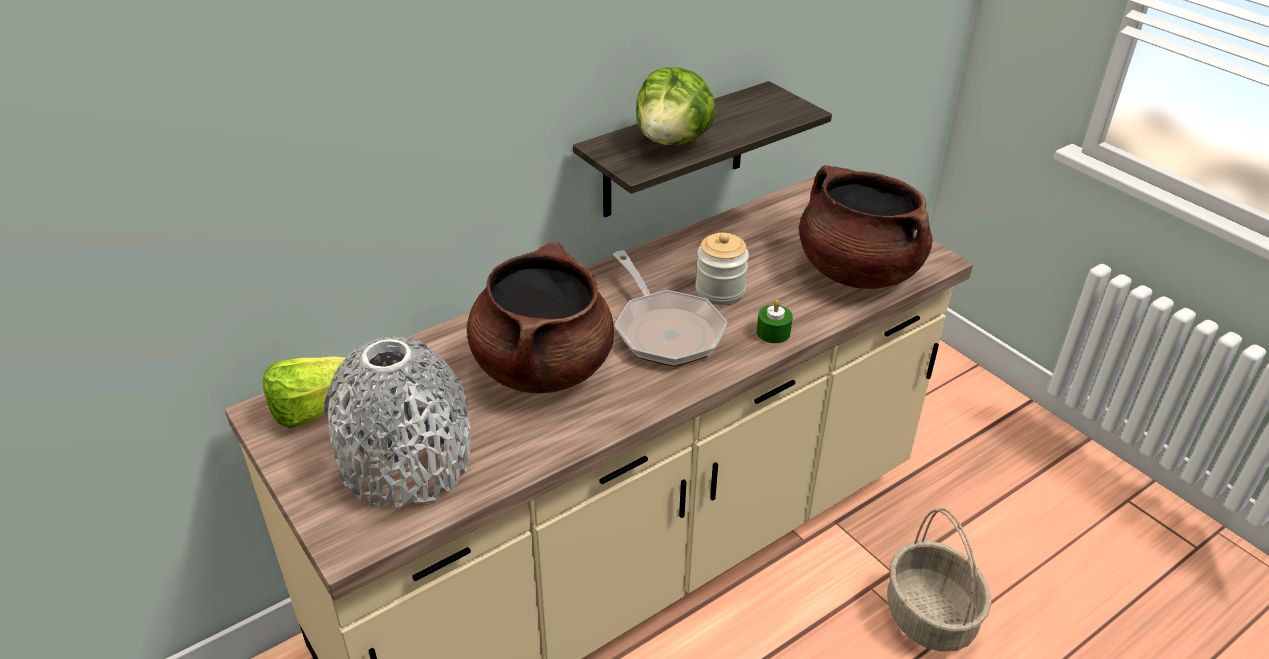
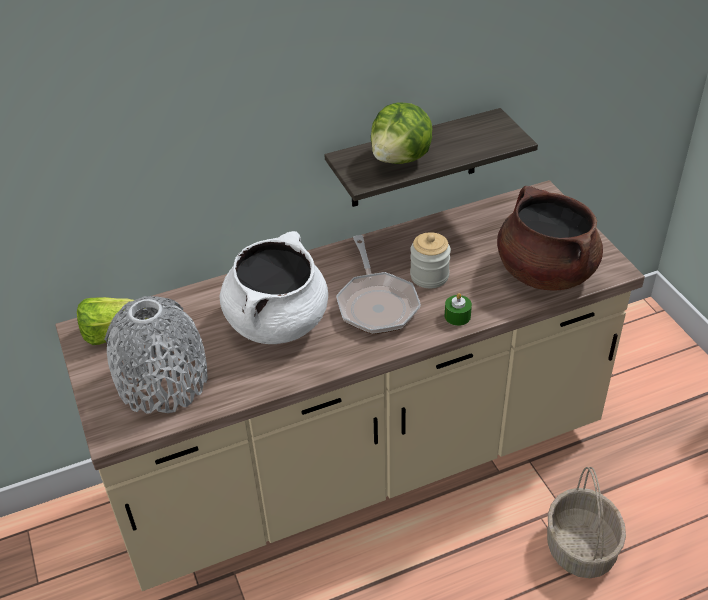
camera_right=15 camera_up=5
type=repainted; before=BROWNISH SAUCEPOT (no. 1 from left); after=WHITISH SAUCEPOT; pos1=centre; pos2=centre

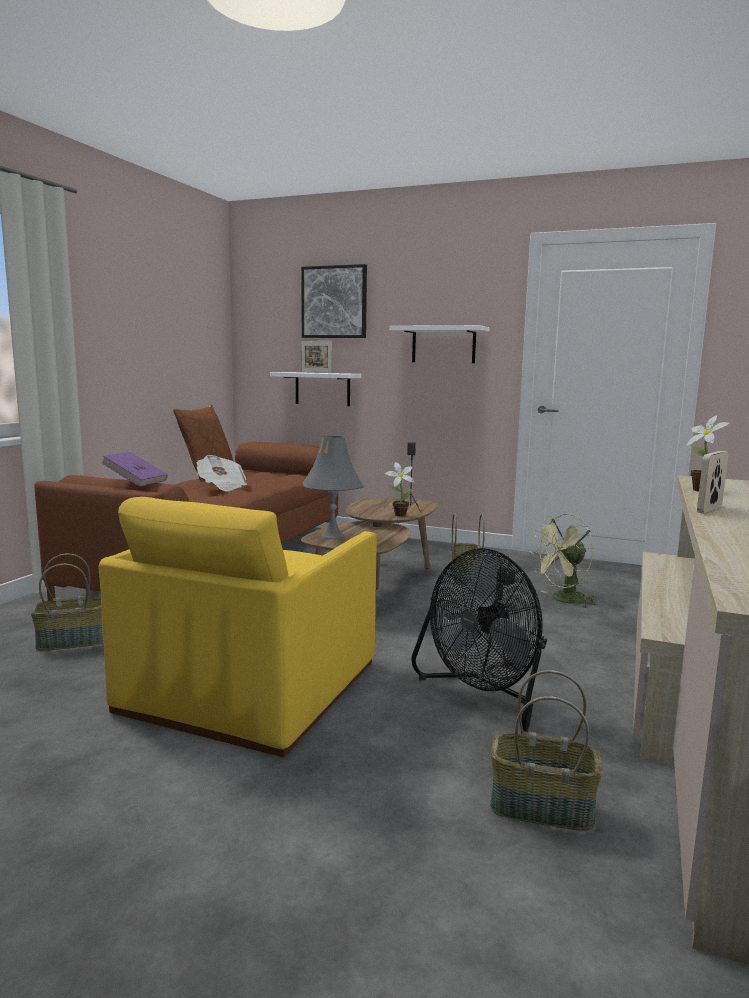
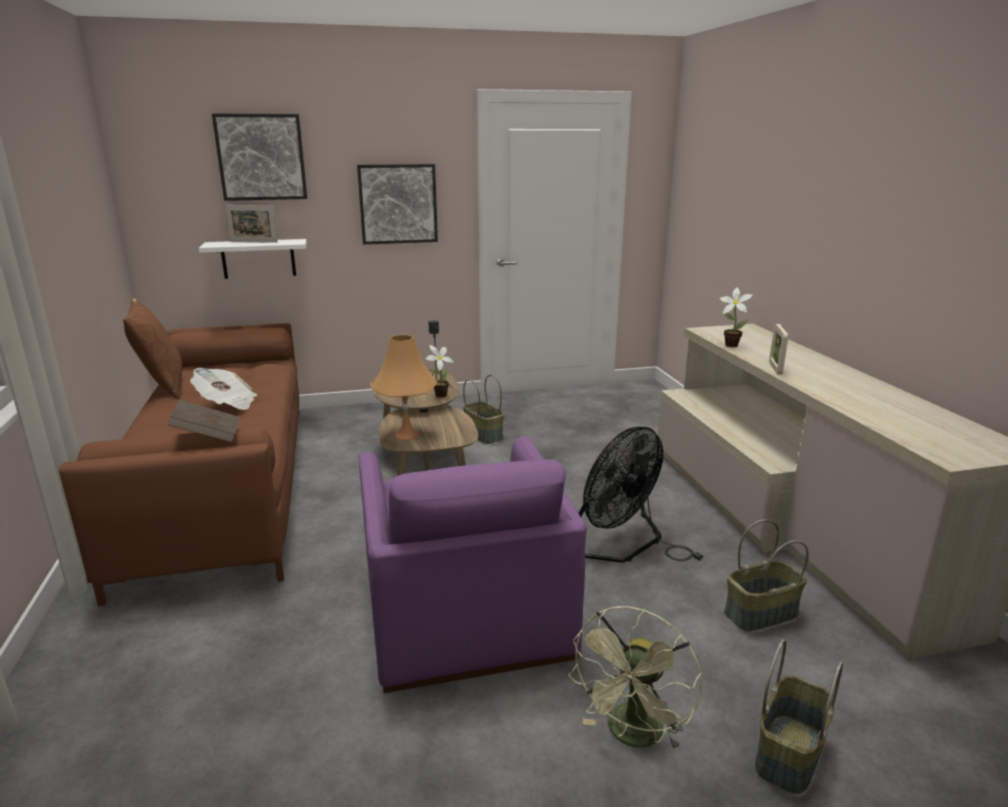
camera_right=-35 camera_up=10
type=repainted; before=PURPLE-COLOURED BOOK; after=BROWNISH BOOK; pos1=middle left; pos2=middle left
type=swapped; before=WHITISH BRACKET SHELF (no. 2 from left); after=WALL PICTURE (no. 2 from left); pos1=centre; pos2=top centre
type=repainted; before=YELLOWISH EASY CHAIR; after=PURPLE-COLOURED EASY CHAIR; pos1=middle left; pos2=bottom centre
type=repainted; before=GREY LAMP FOR A TABLE; after=ORANGEY LAMP FOR A TABLE; pos1=centre; pos2=centre
type=shifted; before=GREEN-COLOURED FAN; pos1=middle right; pos2=bottom centre
type=rotated; before=BLACK FAN; pos1=centre; pos2=centre; turn=120
type=shifted; before=HOUSEHOLD BASKET (no. 1 from left in the first image); after=HOUSEHOLD BASKET (no. 3 from left); pos1=middle left; pos2=bottom right

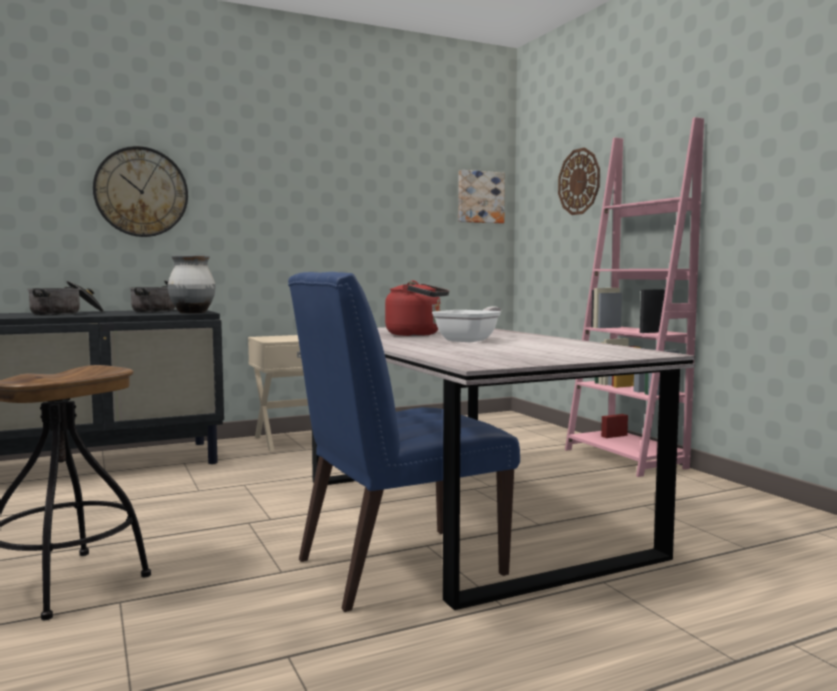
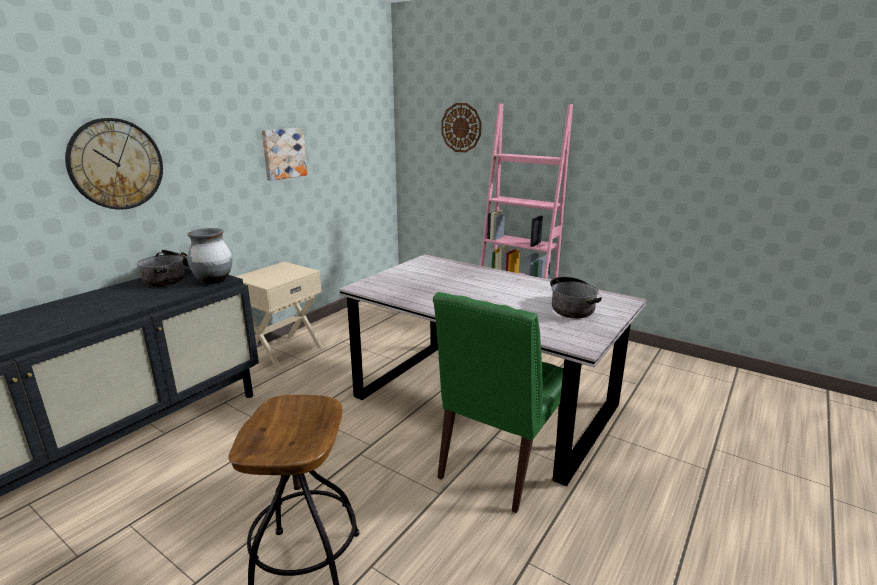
camera_right=-30 camera_up=15
type=shifted; before=WALL PICTURE; pos1=top centre; pos2=top left
type=repainted; before=BLUE UPRIGHT CHAIR; after=GREEN-COLOURED UPRIGHT CHAIR; pos1=centre; pos2=bottom centre
type=shifted; before=SAUCEPOT (no. 1 from left in the first image); after=SAUCEPOT (no. 2 from left); pos1=middle left; pos2=centre
type=gone; before=REDDISH WATER KETTLE; pos1=centre
type=gone; before=FRYING PAN; pos1=centre

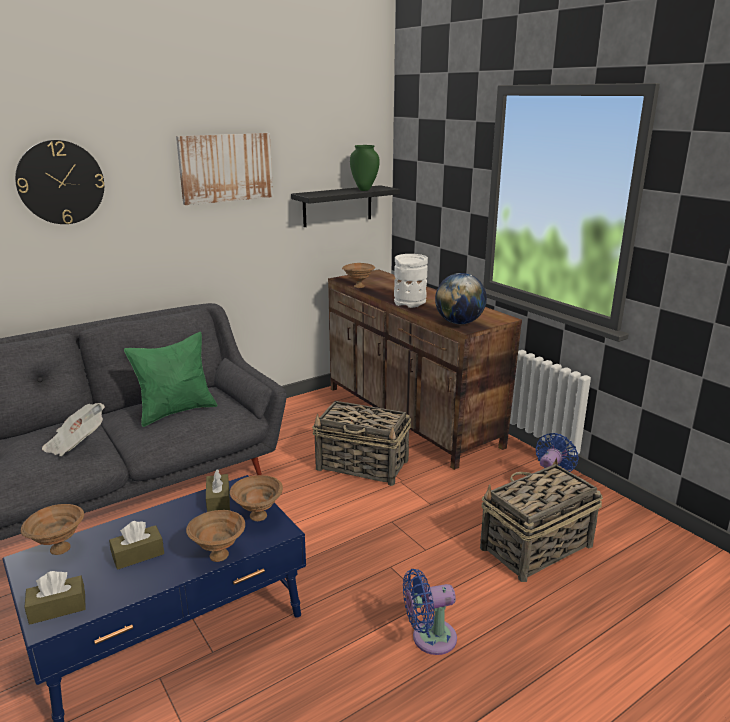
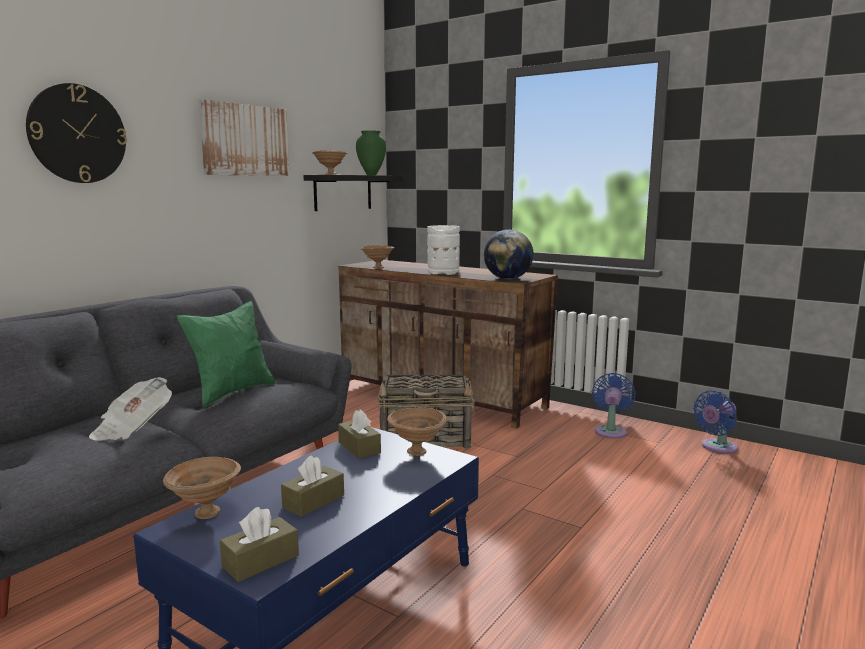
camera_right=-20 camera_up=-10
type=shifted; before=BROWNISH DEEP DISH (no. 2 from left); pos1=bottom left; pos2=top centre
type=shifted; before=BLUE FAN (no. 1 from left in the first image); after=BLUE FAN (no. 2 from left); pos1=bottom centre; pos2=middle right
type=gone; before=HOUSEHOLD BASKET (no. 2 from left); pos1=bottom right

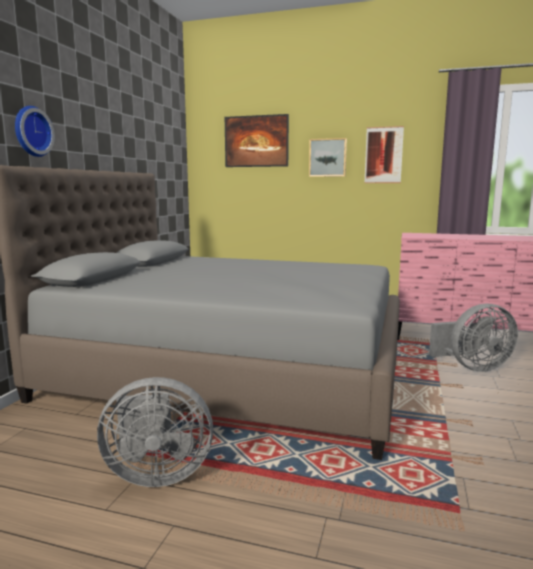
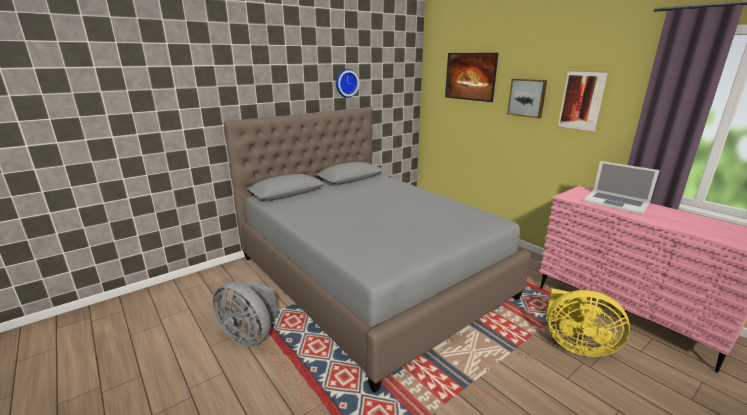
camera_right=35 camera_up=10
type=shifted; before=CLOCK ON THE WALL; pos1=top left; pos2=top centre
type=repainted; before=GREY FAN (no. 2 from left); after=YELLOWISH FAN; pos1=middle right; pos2=bottom right
type=new; after=PORTABLE COMPUTER; pos2=middle right

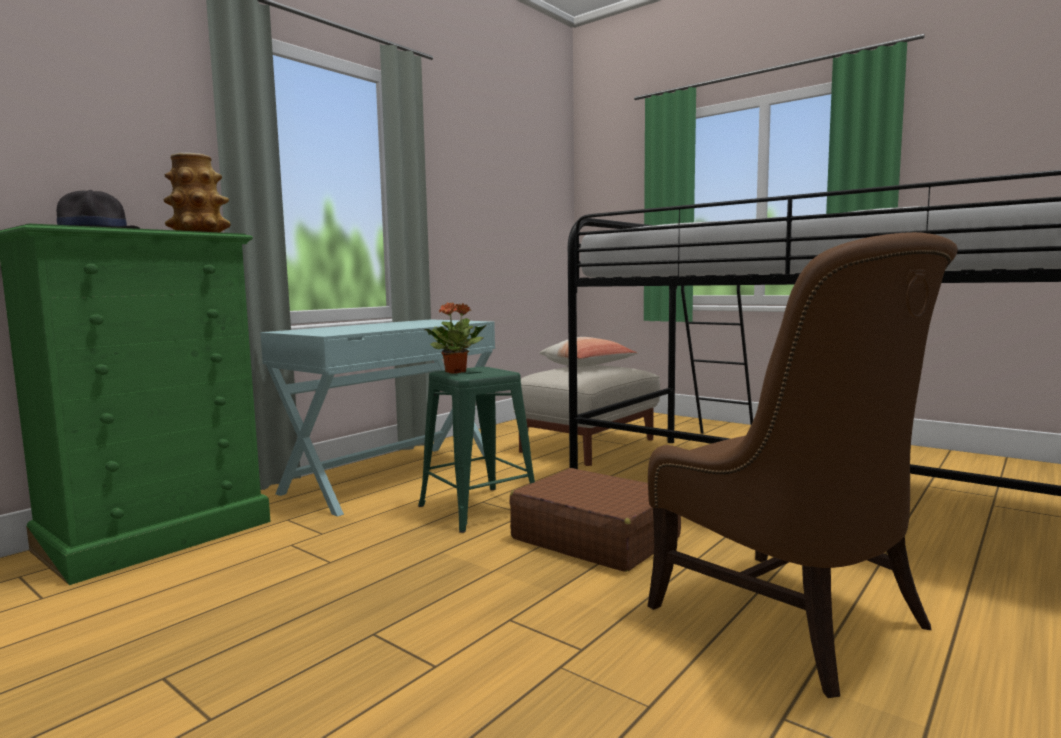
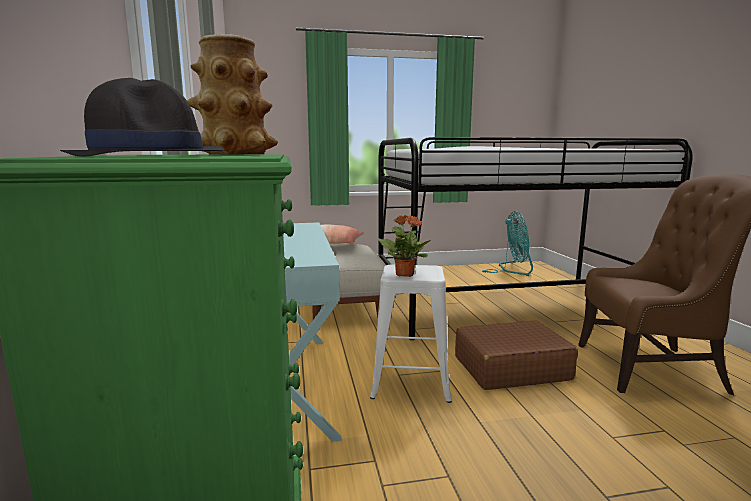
camera_right=-50 camera_up=5
type=repainted; before=GREEN-COLOURED STOOL; after=WHITISH STOOL; pos1=centre; pos2=bottom centre
type=new; after=TURQUOISE-COLOURED FAN; pos2=middle right

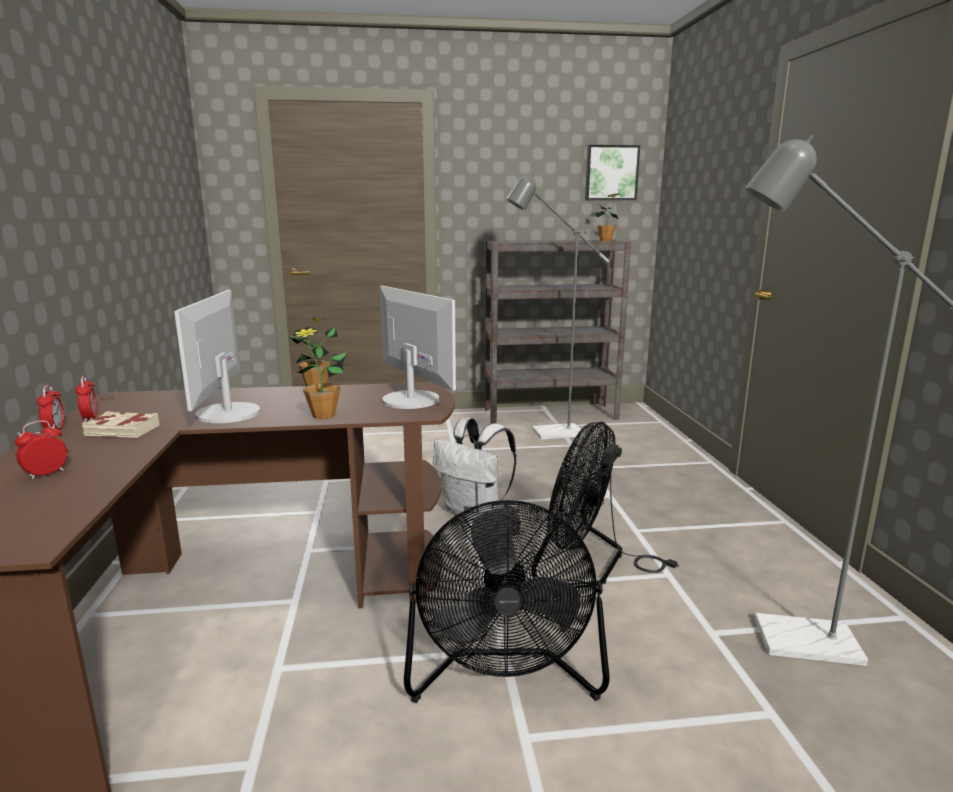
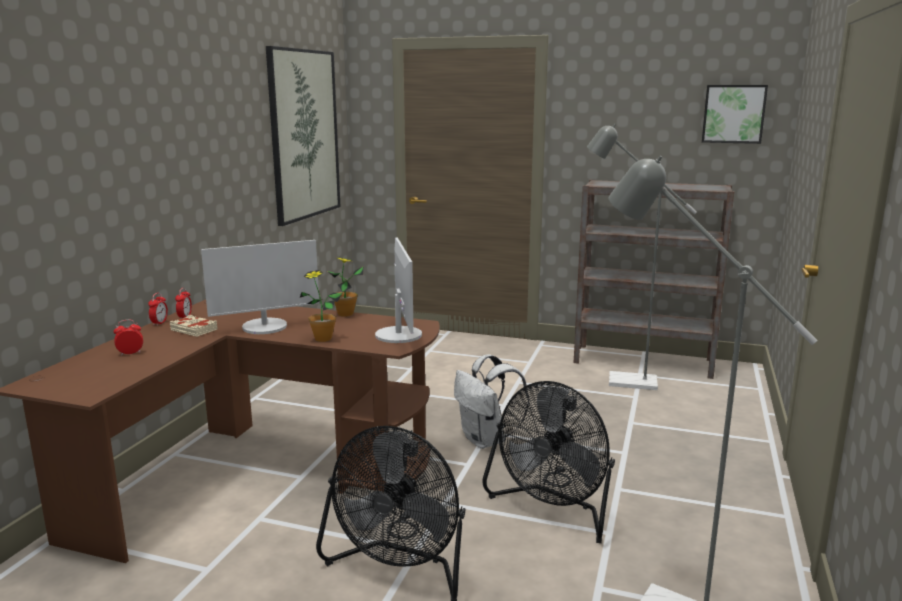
camera_right=25 camera_up=0
type=rotated; before=COMPUTER DISPLAY (no. 1 from left); pos1=middle left; pos2=middle left; turn=-135
type=new; after=WALL PICTURE (no. 1 from left); pos2=top centre
type=rotated; before=BLACK FAN (no. 2 from left); pos1=centre; pos2=bottom centre; turn=-105
type=gone; before=HOUSEPLANT (no. 3 from left); pos1=top centre

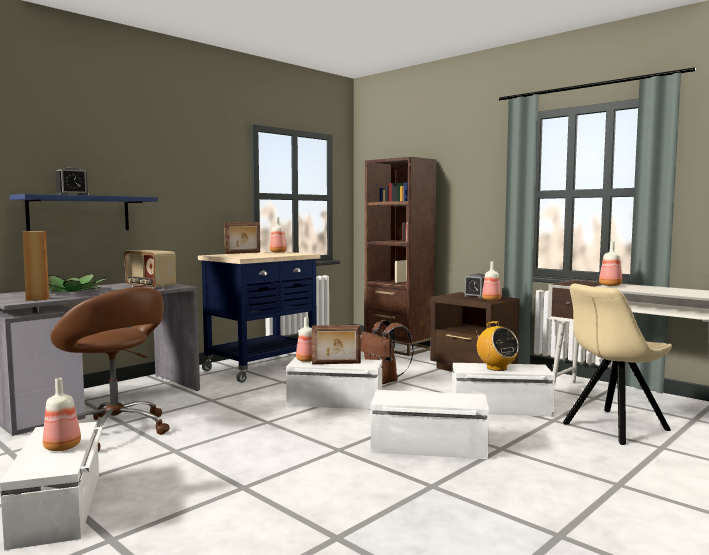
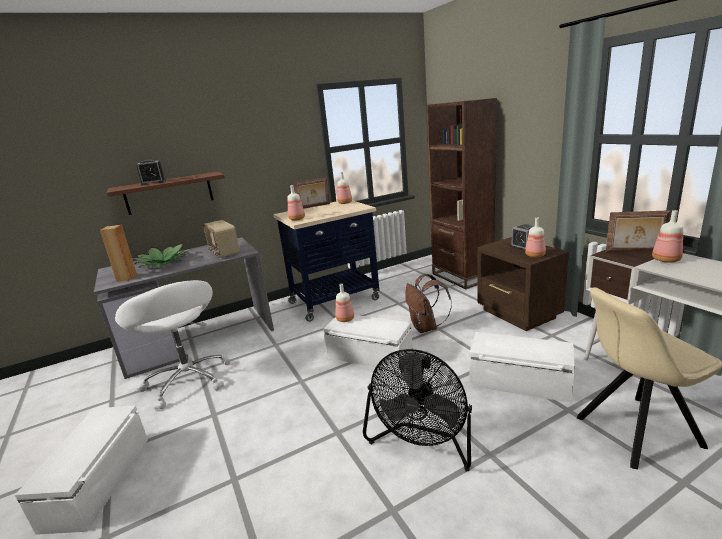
camera_right=20 camera_up=15
type=repainted; before=BLUE BRACKET SHELF; after=BROWNISH BRACKET SHELF; pos1=middle left; pos2=middle left
type=repainted; before=BROWNISH DESK CHAIR; after=WHITISH DESK CHAIR; pos1=middle left; pos2=middle left
type=shifted; before=BOTTLE (no. 1 from left); pos1=bottom left; pos2=centre
type=swapped; before=WHITISH STORAGE CONTAINER (no. 3 from left); after=BLACK FAN; pos1=bottom centre; pos2=bottom centre
type=shifted; before=PHOTO FRAME (no. 2 from left); pos1=centre; pos2=middle right
type=gone; before=RADIO RECEIVER (no. 2 from left); pos1=middle right

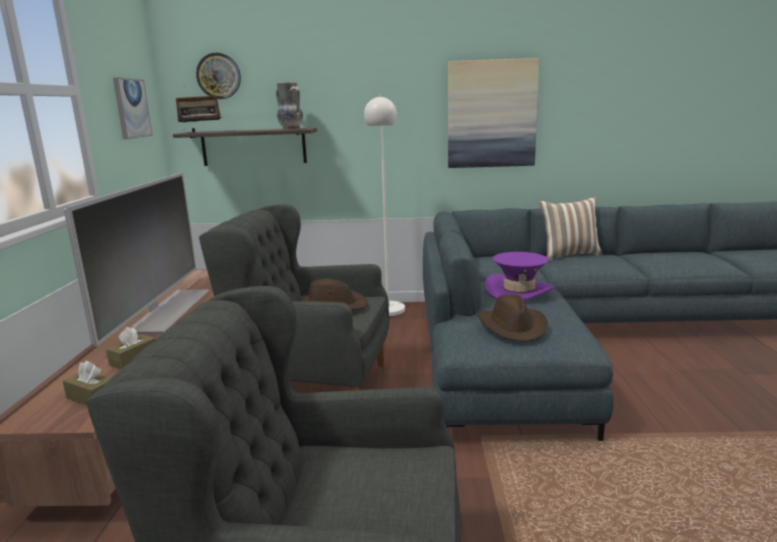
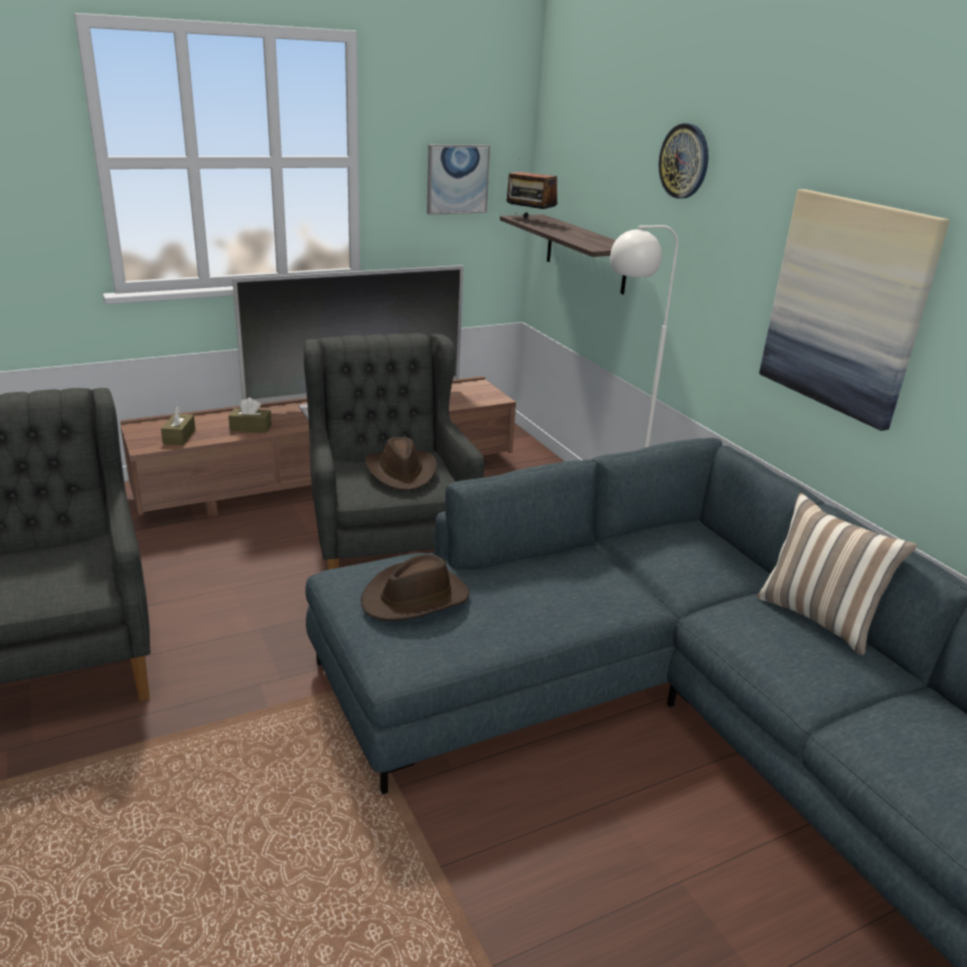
camera_right=60 camera_up=10
type=shifted; before=CLOCK ON THE WALL; pos1=top left; pos2=top right
type=gone; before=VASE; pos1=top centre
type=gone; before=PURPLE-COLOURED WEARABLE HAT; pos1=middle right

